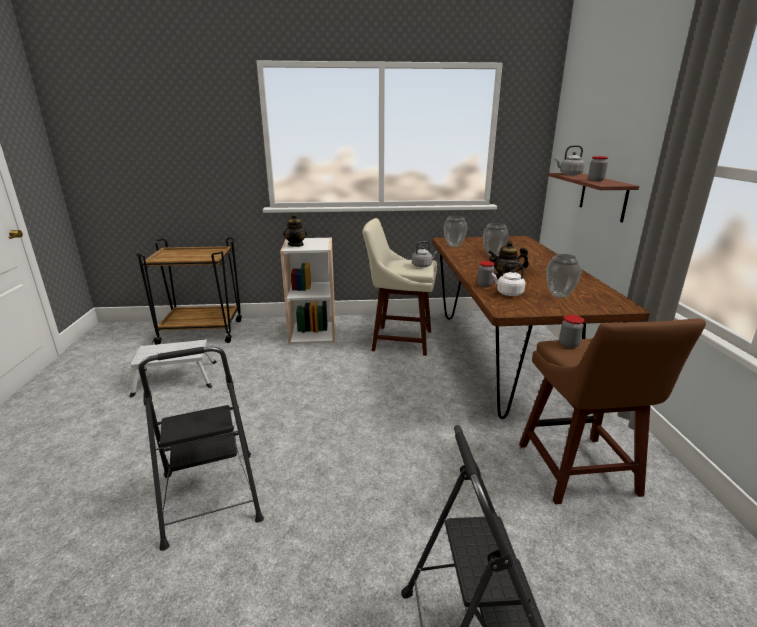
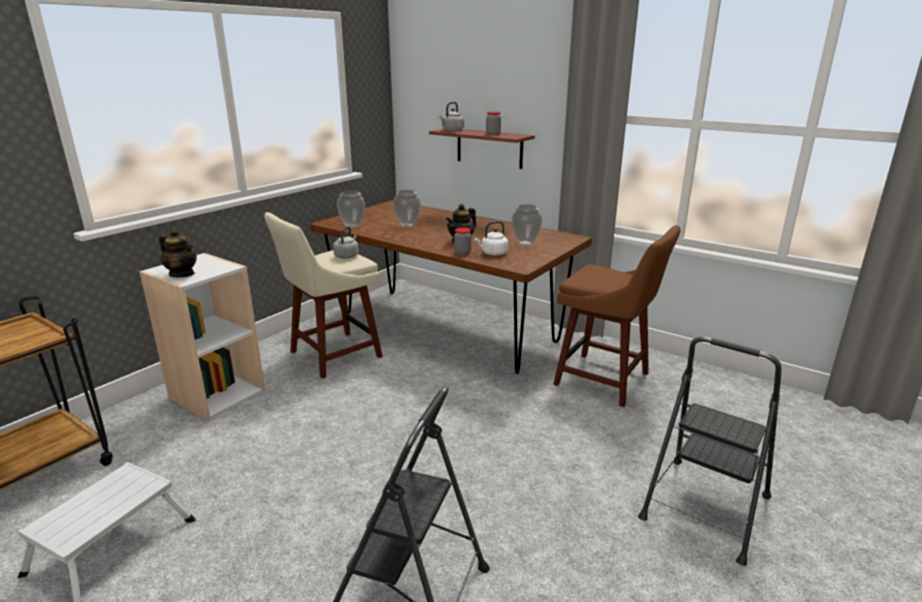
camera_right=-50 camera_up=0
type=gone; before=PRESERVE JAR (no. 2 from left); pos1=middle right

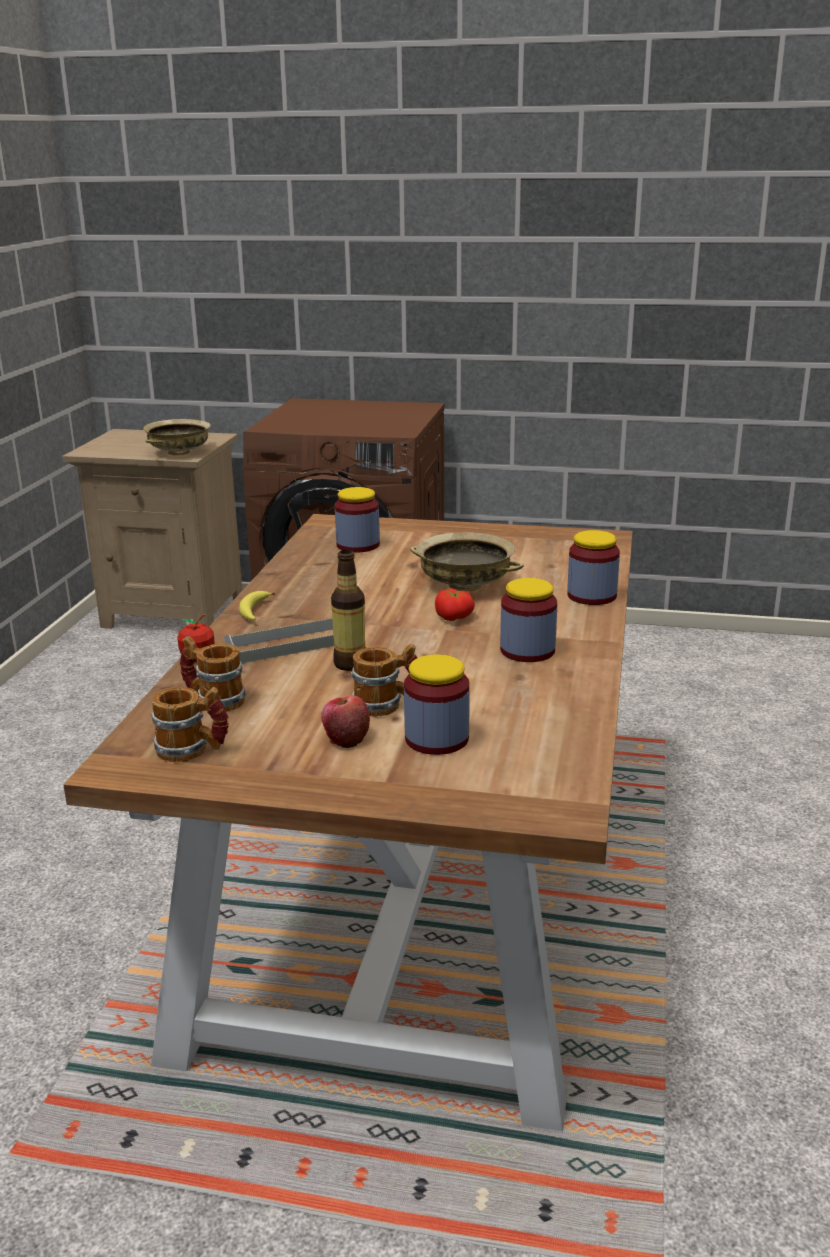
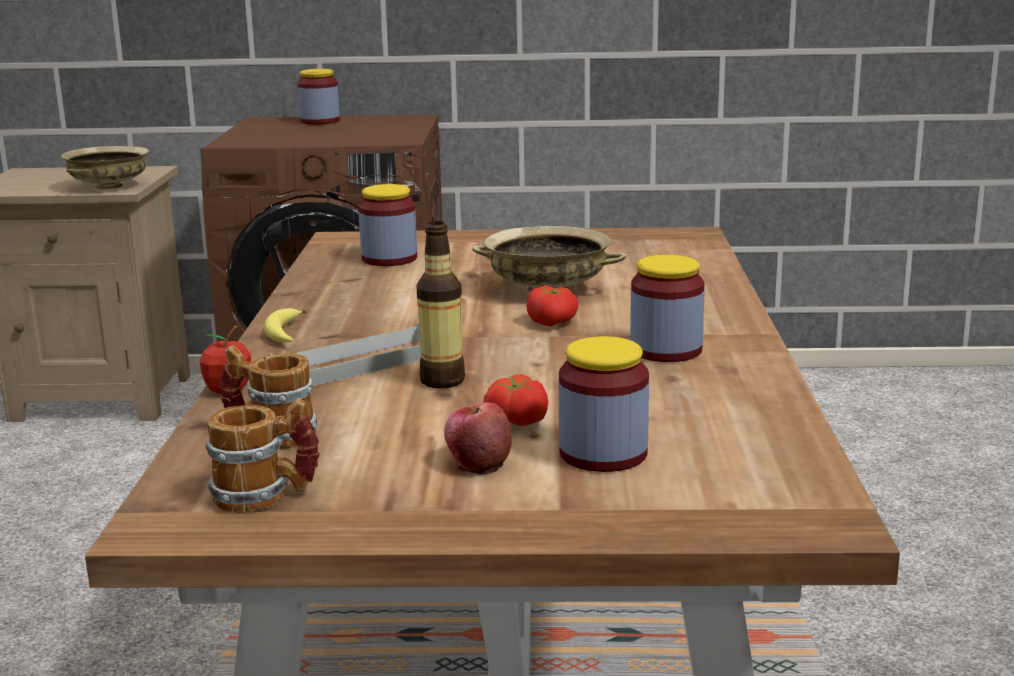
camera_right=-10 camera_up=-5
type=shifted; before=PRESERVE JAR (no. 4 from left in the first image); after=PRESERVE JAR (no. 1 from left); pos1=middle right; pos2=top left
type=swapped; before=MUG (no. 3 from left); after=TOMATO (no. 1 from left); pos1=centre; pos2=centre

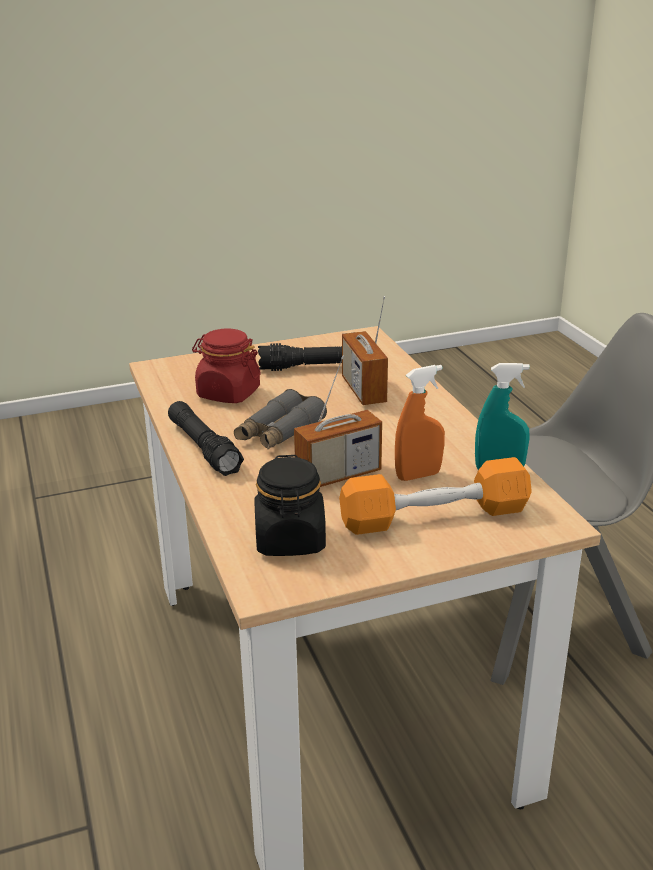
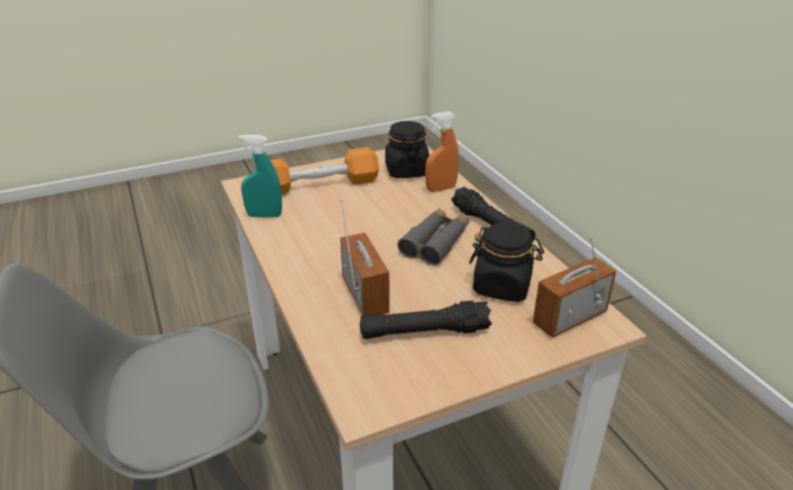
camera_right=175 camera_up=5
type=shifted; before=ORANGEY SPRAY BOTTLE; pos1=centre; pos2=top centre
type=repainted; before=REDDISH PRESERVE JAR; after=BLACK PRESERVE JAR (no. 2 from left); pos1=centre; pos2=centre
type=shifted; before=RADIO RECEIVER (no. 1 from left in the first image); after=RADIO RECEIVER (no. 2 from left); pos1=centre; pos2=middle right

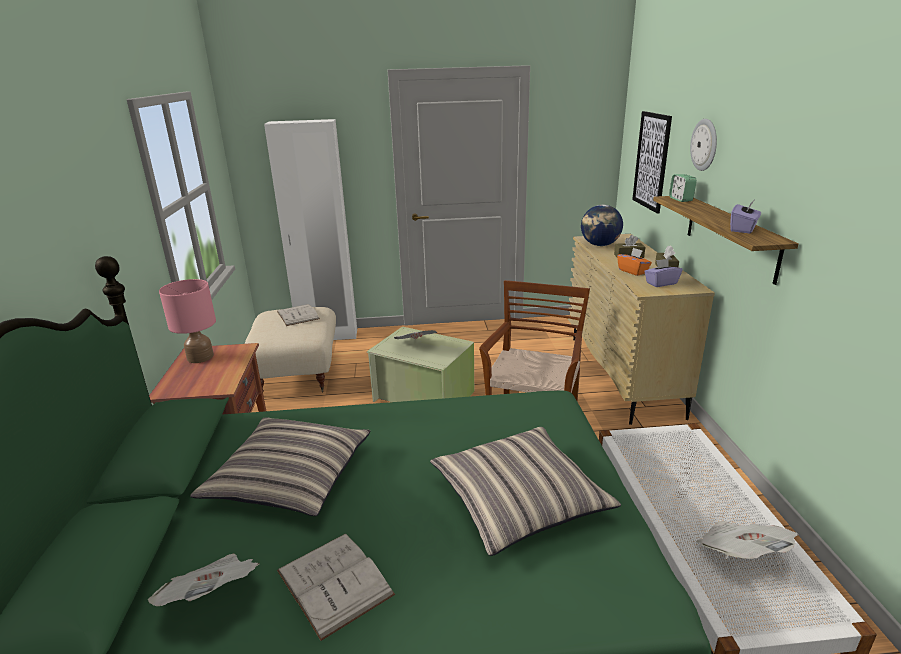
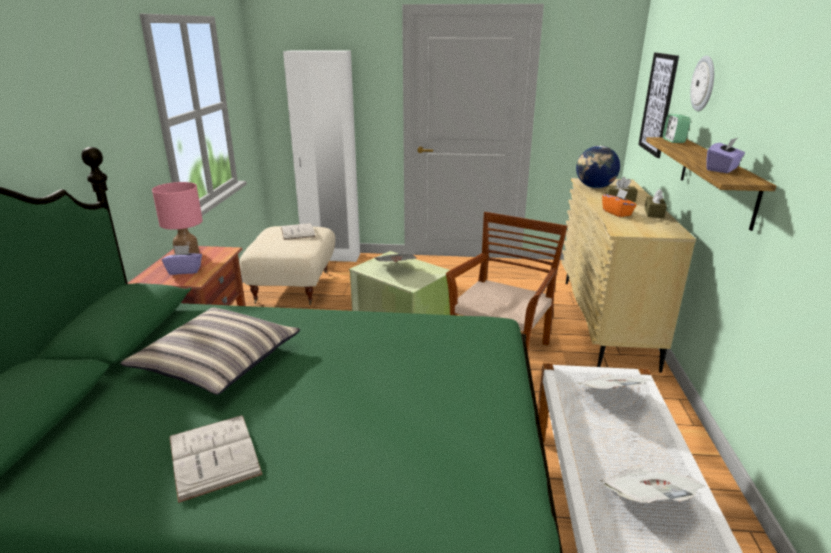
camera_right=10 camera_up=0
type=shifted; before=PURPLE-COLOURED TISSUE HOLDER (no. 1 from left); pos1=middle right; pos2=middle left
type=shifted; before=NEWSPAPER (no. 1 from left in the first image); after=NEWSPAPER (no. 2 from left); pos1=bottom left; pos2=bottom right
type=gone; before=PILLOW (no. 2 from left); pos1=bottom centre

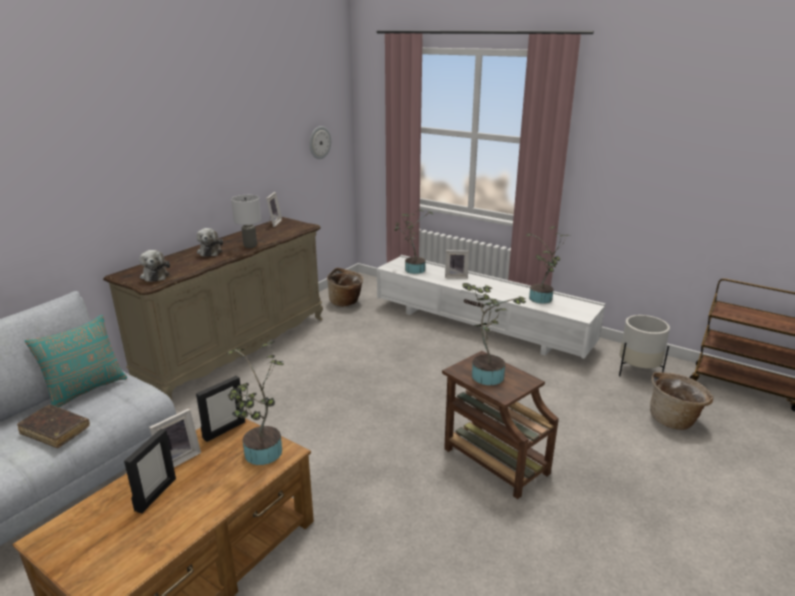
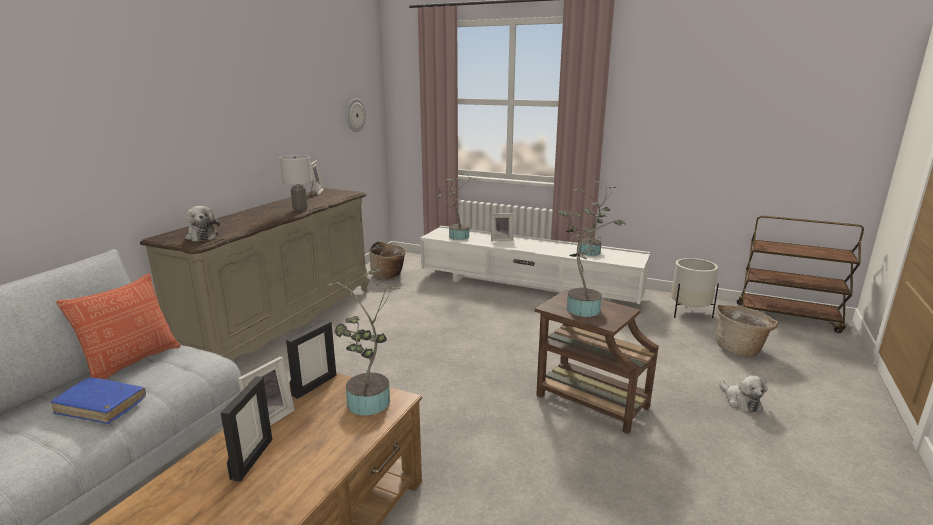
camera_right=-10 camera_up=-5
type=repainted; before=BROWNISH BOOK; after=BLUE BOOK; pos1=bottom left; pos2=bottom left
type=repainted; before=TURQUOISE-COLOURED PILLOW; after=ORANGEY PILLOW; pos1=middle left; pos2=middle left
type=shifted; before=SOFT TOY (no. 2 from left); pos1=middle left; pos2=bottom right

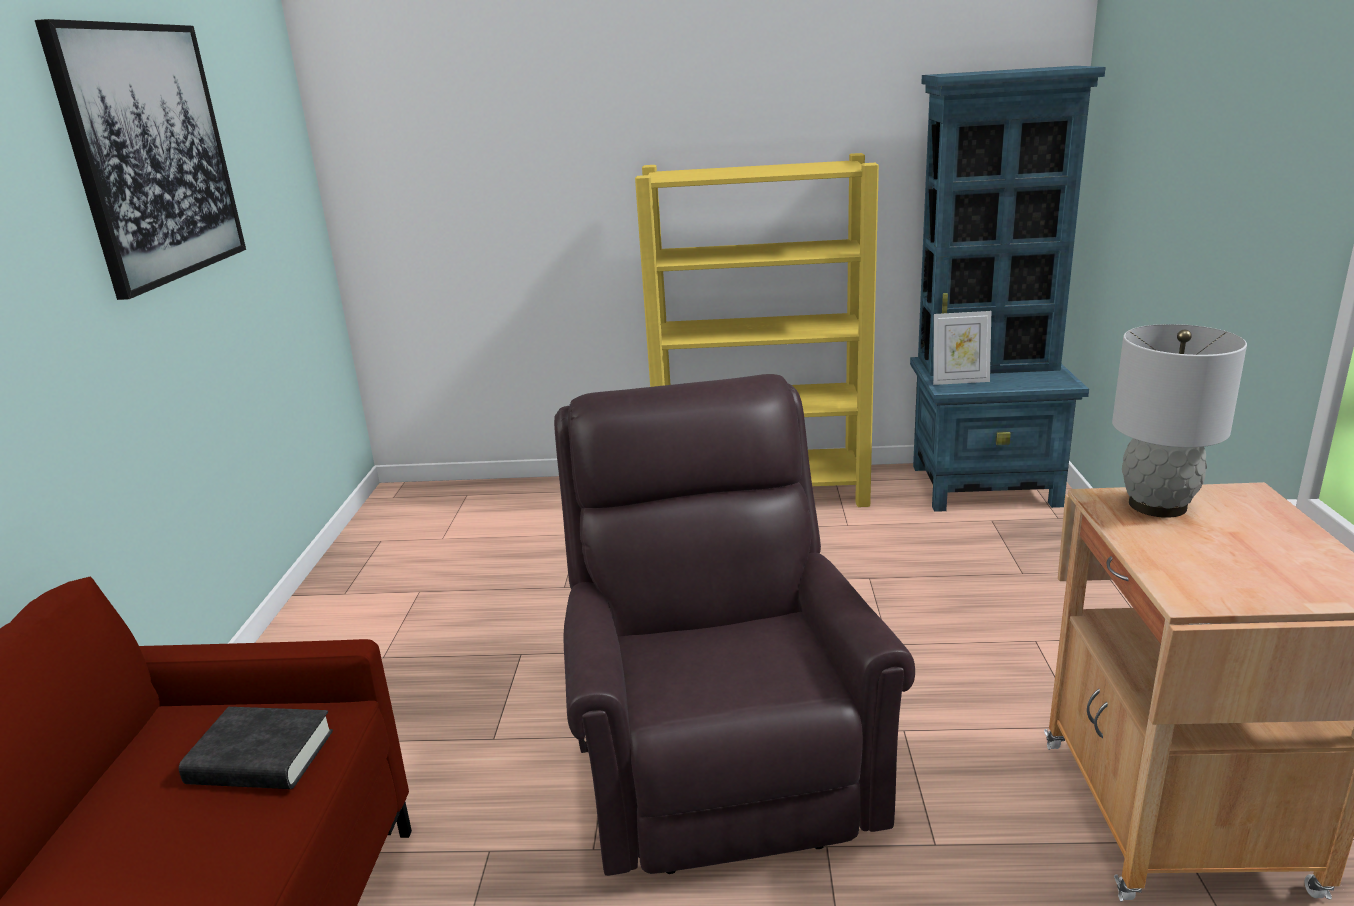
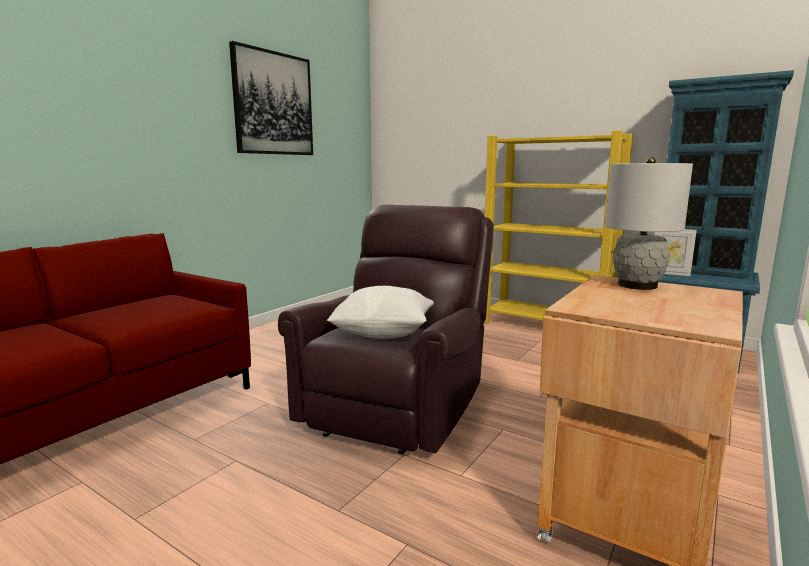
camera_right=30 camera_up=-10
type=new; after=WHITISH PILLOW; pos2=centre
type=gone; before=BLACK BOOK; pos1=bottom left

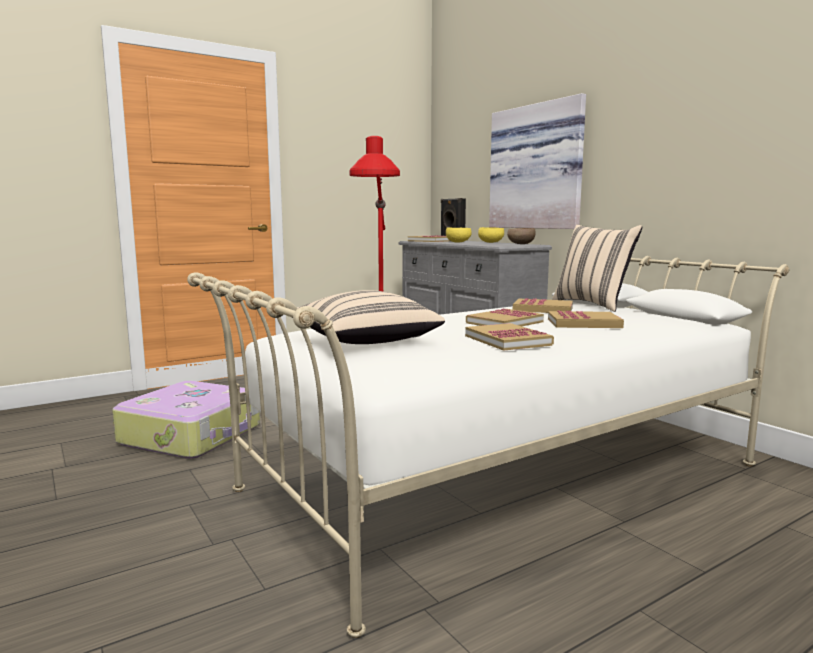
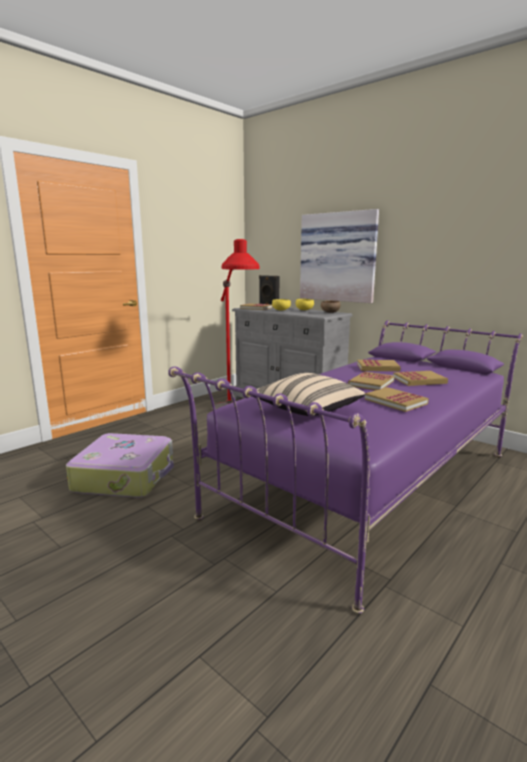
camera_right=-15 camera_up=5
type=repainted; before=WHITISH BEDROOM BED; after=PURPLE-COLOURED BEDROOM BED; pos1=bottom centre; pos2=centre
type=gone; before=BEIGE-COLOURED PILLOW (no. 2 from left); pos1=middle right

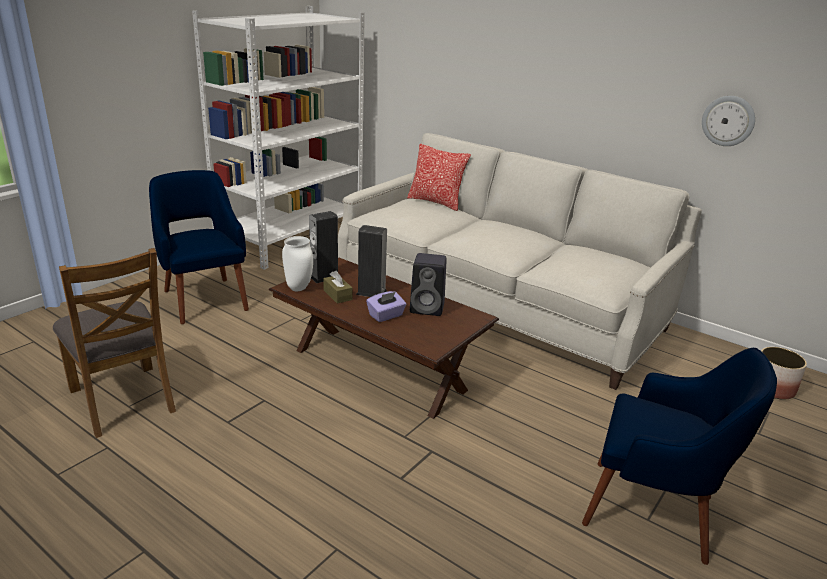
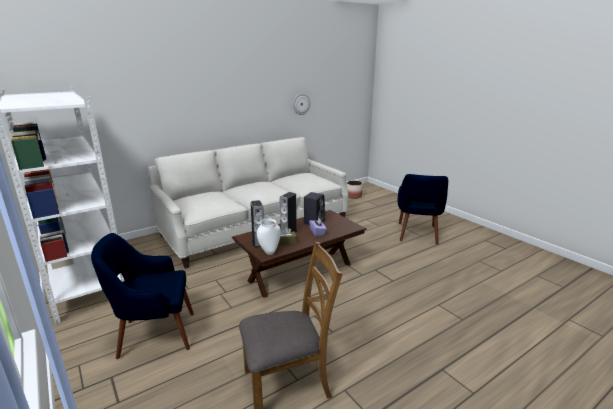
camera_right=-70 camera_up=-5
type=rotated; before=BLUE EASY CHAIR (no. 2 from left); pos1=bottom right; pos2=middle right; turn=150
type=gone; before=PILLOW; pos1=top centre

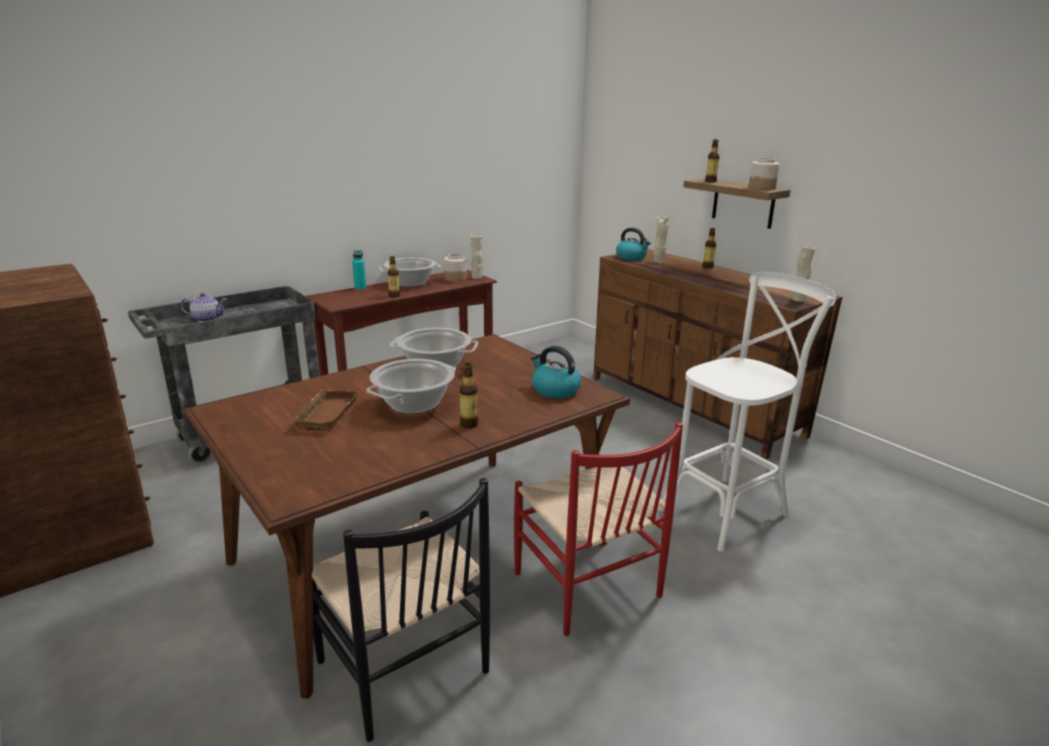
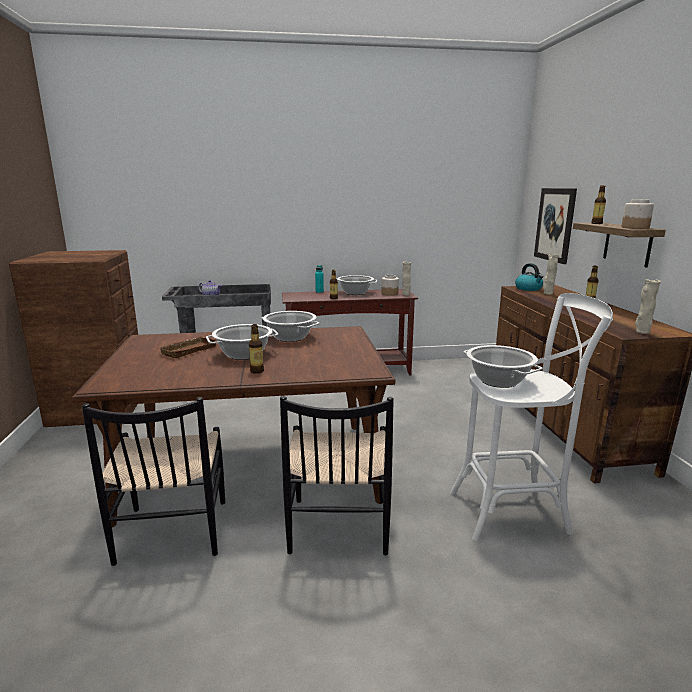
camera_right=30 camera_up=-5
type=repainted; before=REDDISH UPRIGHT CHAIR; after=BLACK UPRIGHT CHAIR (no. 2 from left); pos1=bottom centre; pos2=bottom centre
type=new; after=SAUCEPOT (no. 4 from left); pos2=middle right
type=new; after=WALL PICTURE; pos2=top right
type=gone; before=WATER KETTLE (no. 1 from left); pos1=centre

